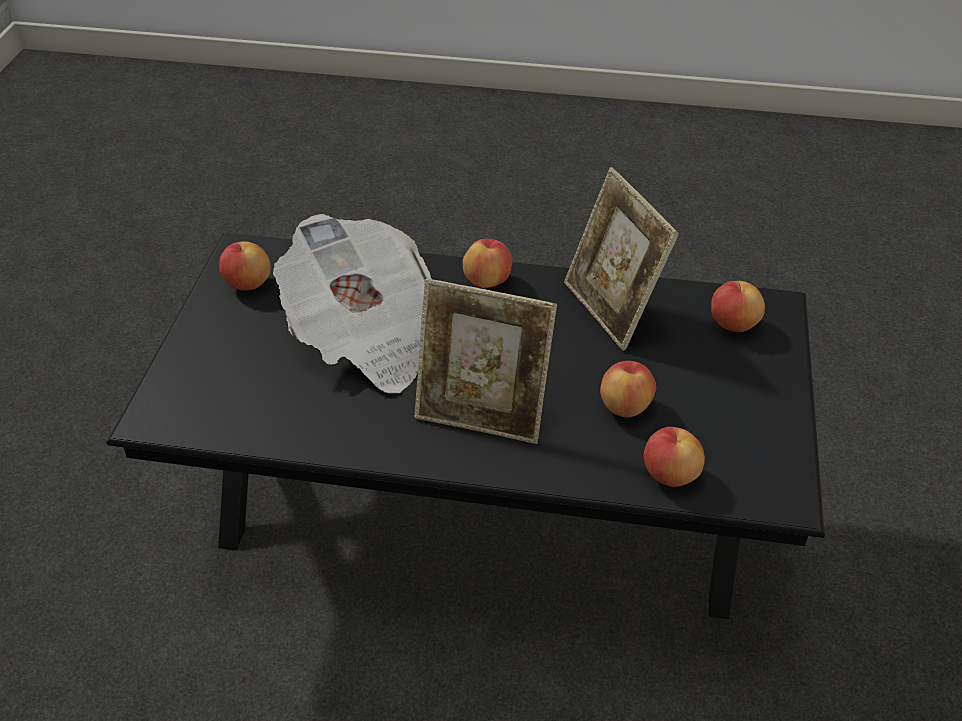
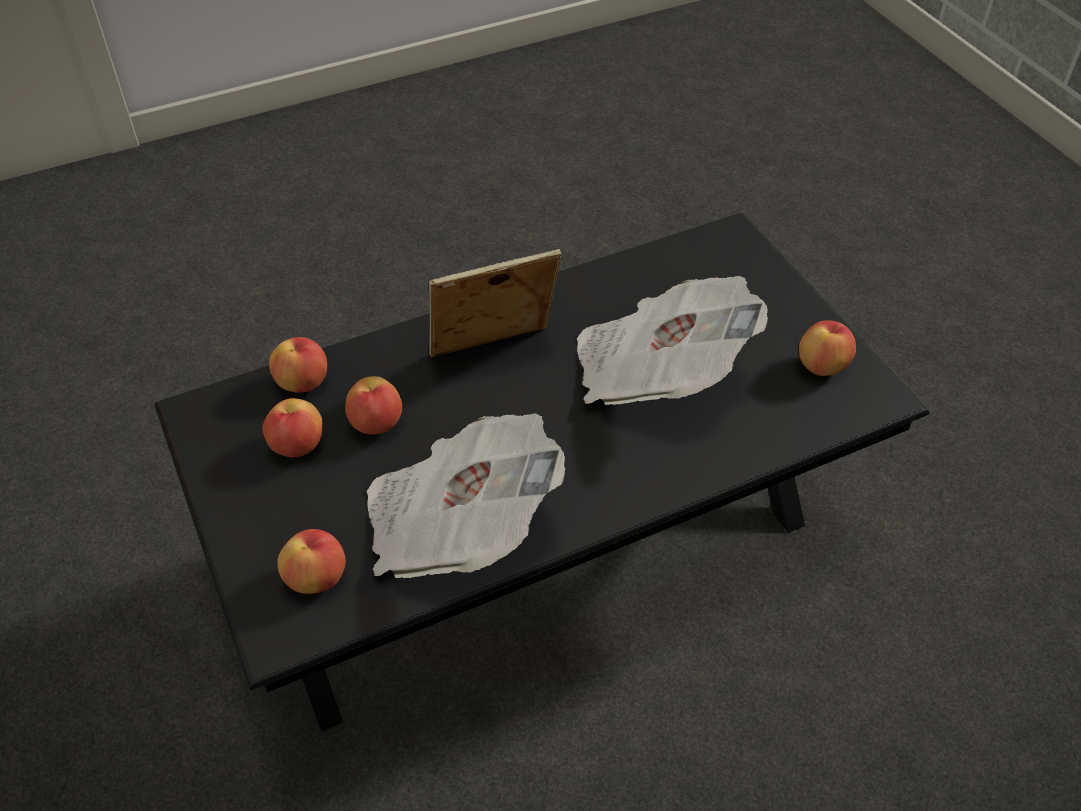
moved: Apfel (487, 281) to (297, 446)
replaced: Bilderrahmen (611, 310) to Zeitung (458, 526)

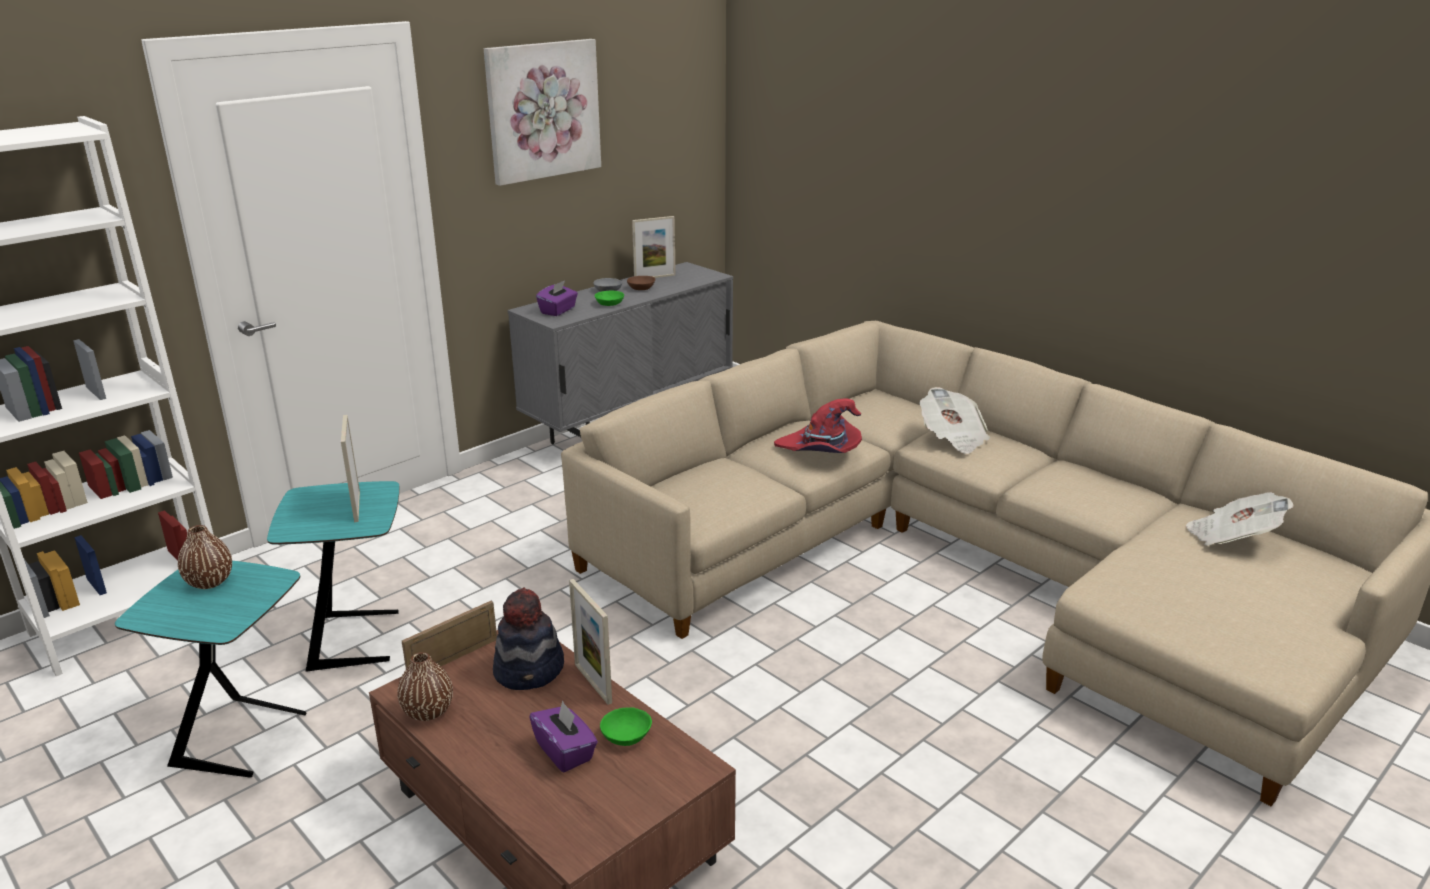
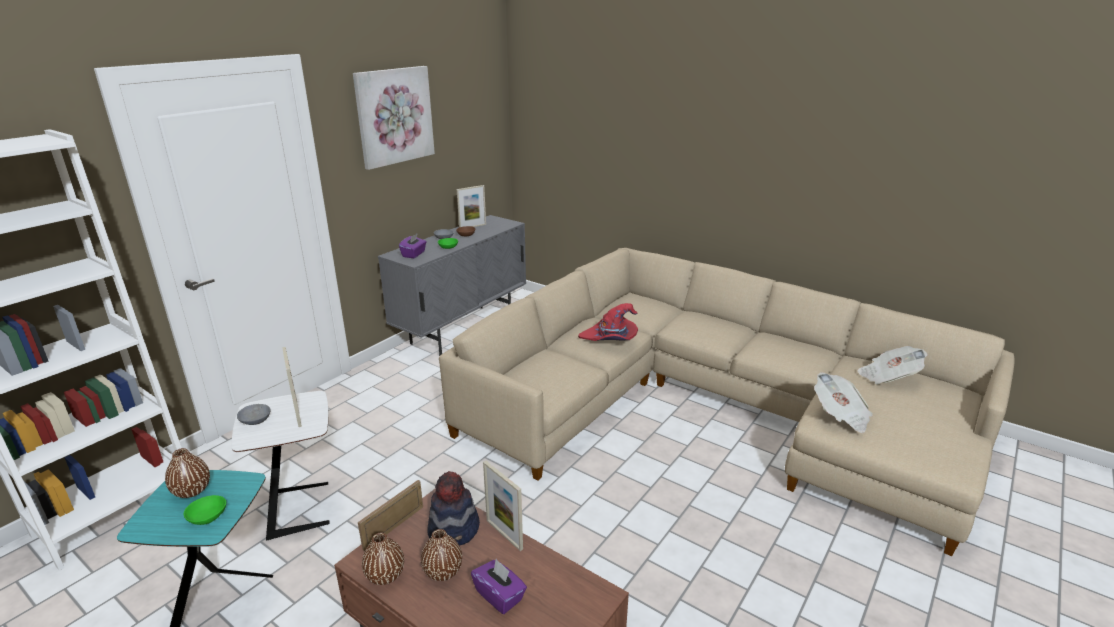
added: Schüssel [grau] (254, 421); Vase [braun] (443, 571)
moved: Zeitung (952, 438) to (840, 415); Schüssel [grün] (626, 735) to (208, 516)
recoloured: Beistelltisch [türkis] (358, 639) to Beistelltisch [weiß] (301, 508)

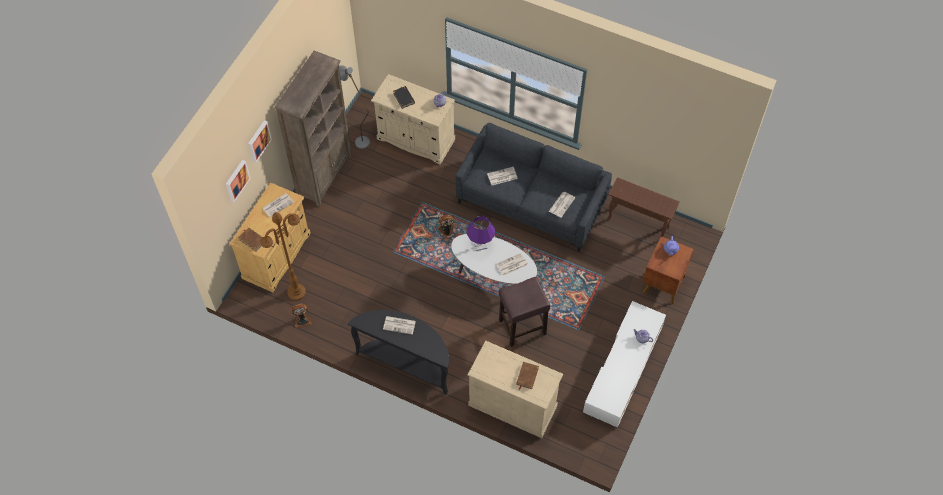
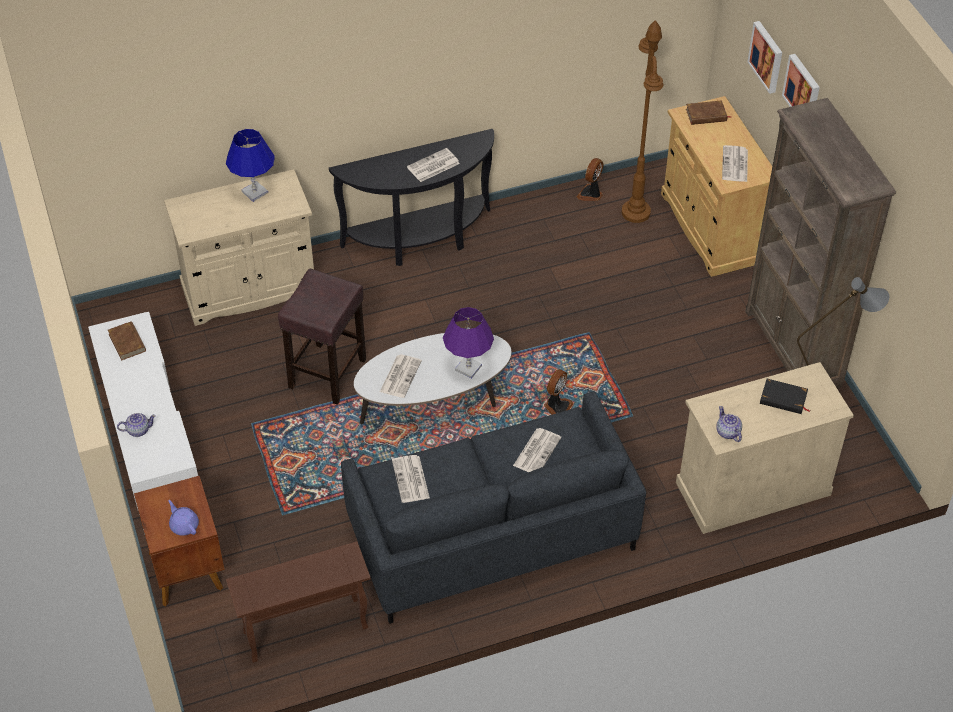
added: Tischlampe [blau] (254, 192)
moved: Buch [braun] (527, 376) to (127, 342)

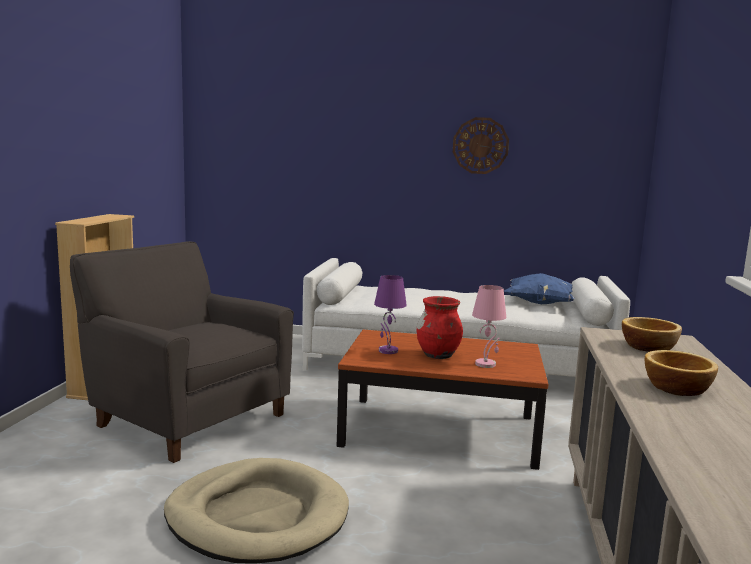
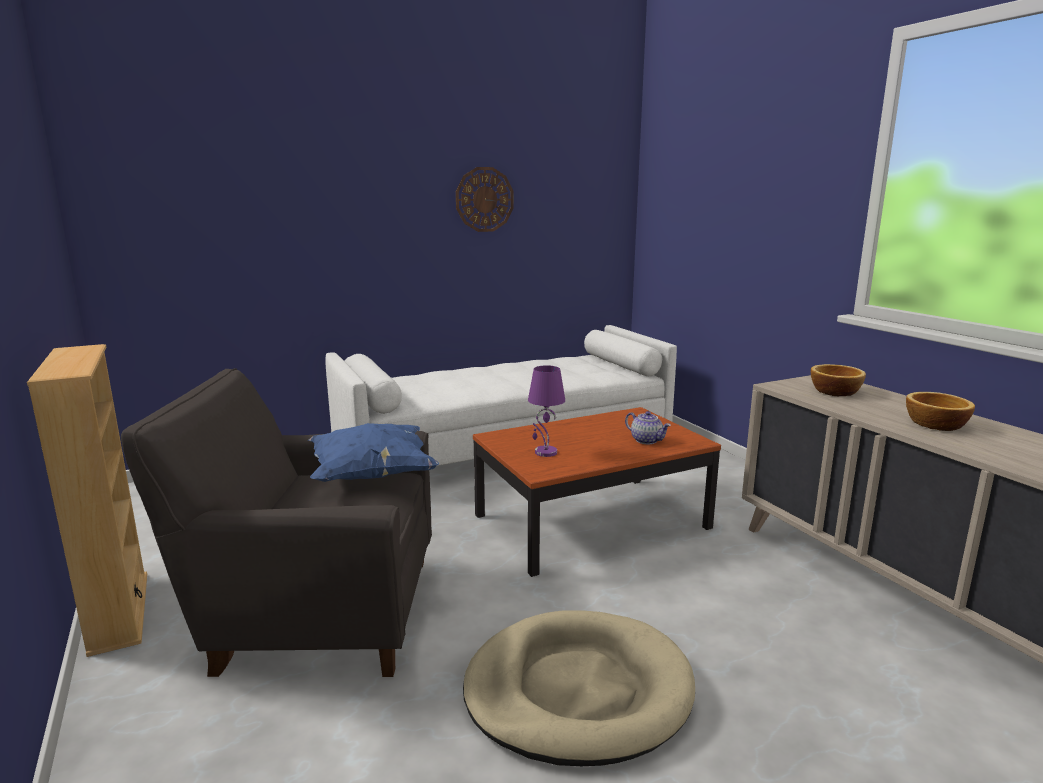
removed: Vase [rot] (438, 355)
moved: Kissen [blau] (539, 304) to (372, 476)
replaced: Tischlampe [rosa] (485, 364) to Teekanne (647, 440)

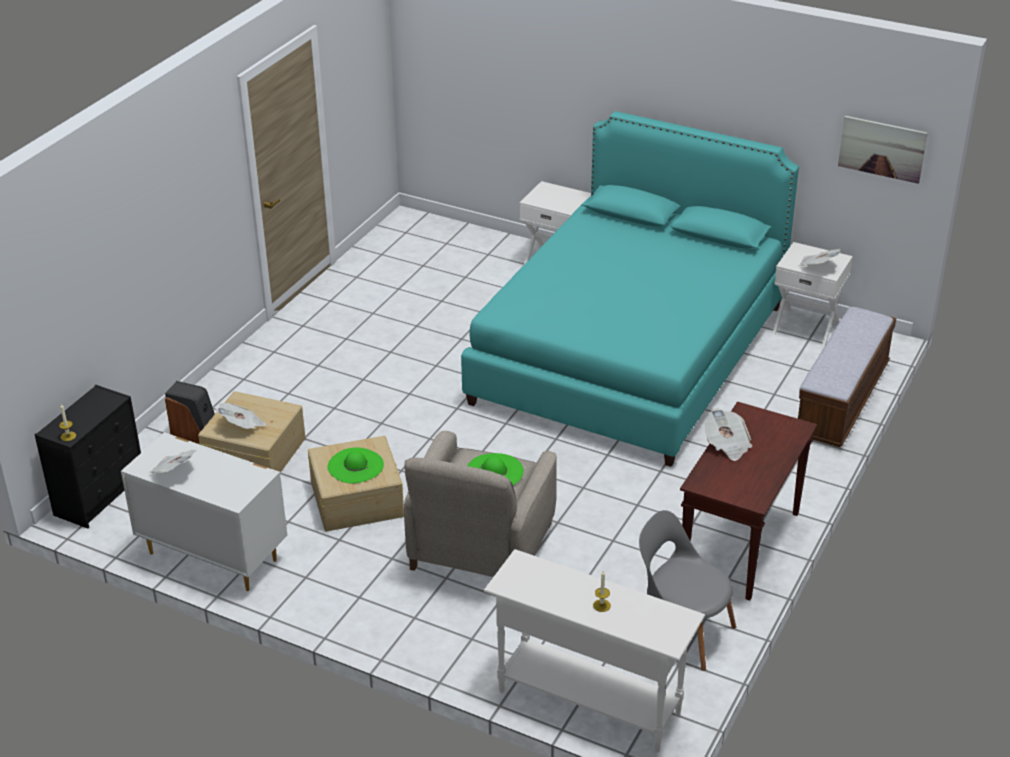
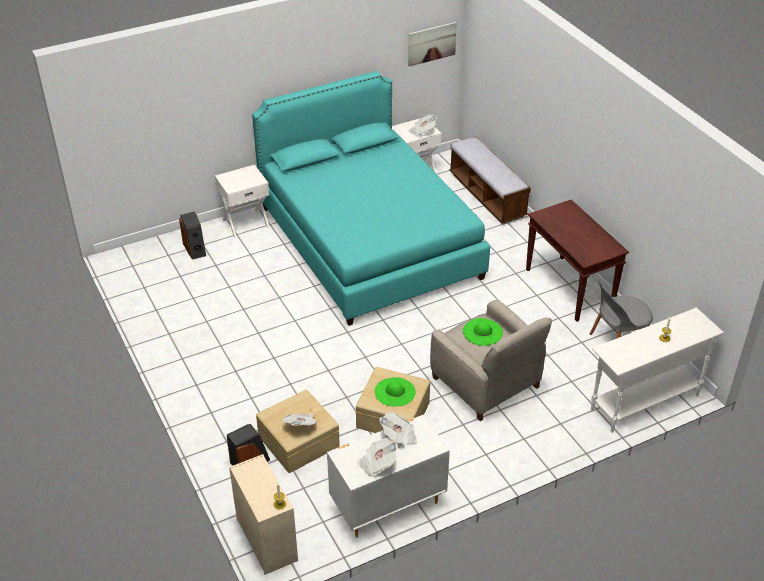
added: Lautsprecher (195, 249)
moved: Zeitung (727, 445) to (399, 436)
recoloured: Kommode [schwarz] (100, 494) to Kommode [beige] (266, 539)

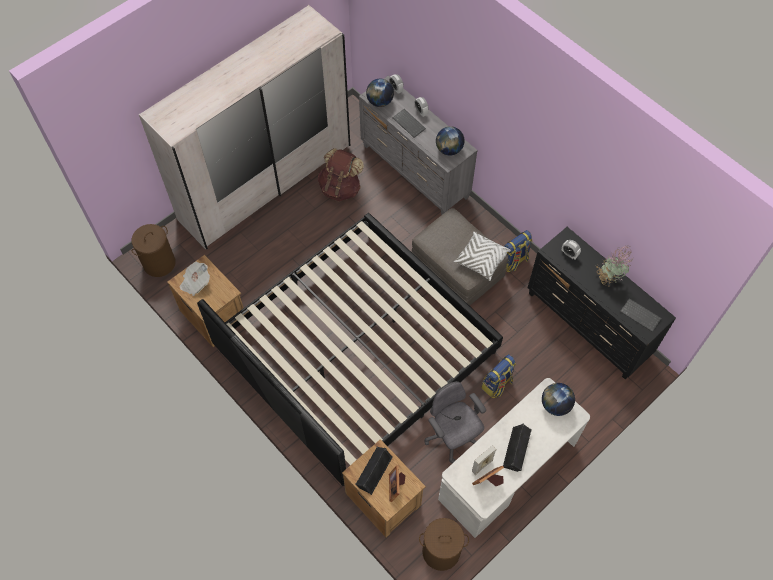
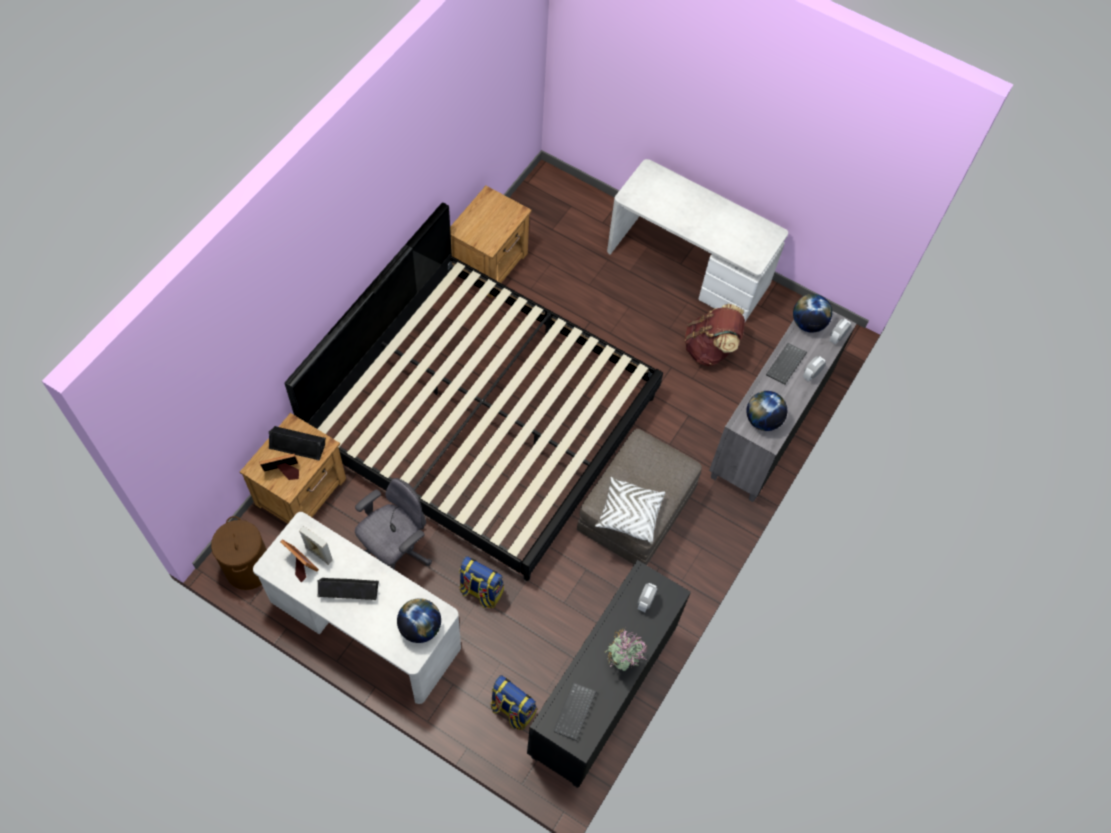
removed: Wäschekorb [braun] (159, 263); Zeitung (195, 283)
moved: Rucksack (513, 261) to (512, 709)
replaced: Kleiderschrank [weiß] (266, 182) to Schreibtisch [weiß] (688, 267)

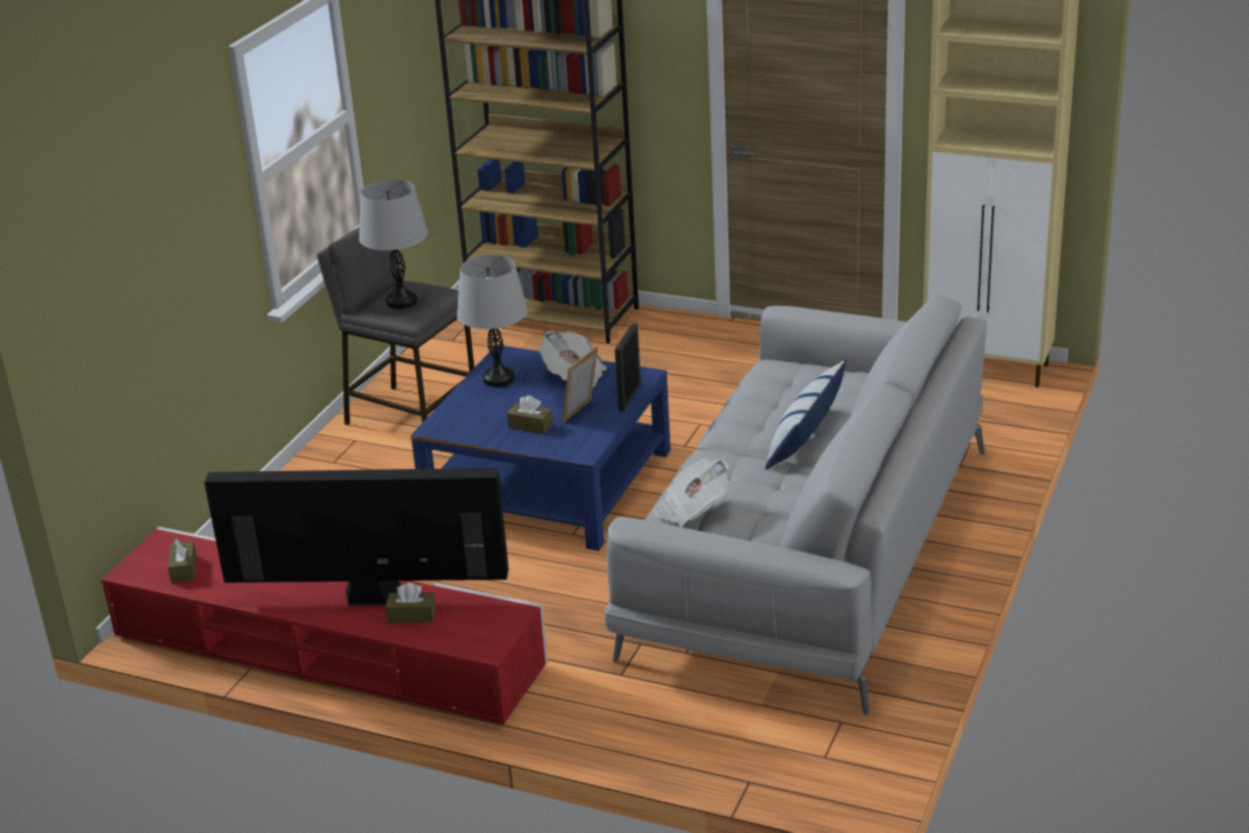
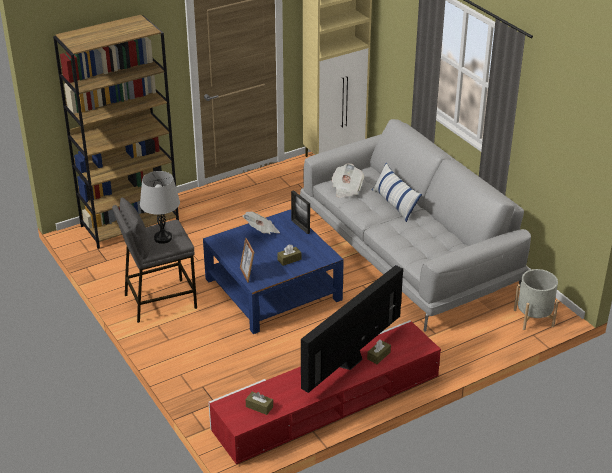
removed: Tischlampe [grau] (498, 379)
added: Pflanzkübel [grau] (533, 318)
moved: Bilderrahmen (581, 413) to (247, 274); Zeitung (691, 509) to (346, 189)

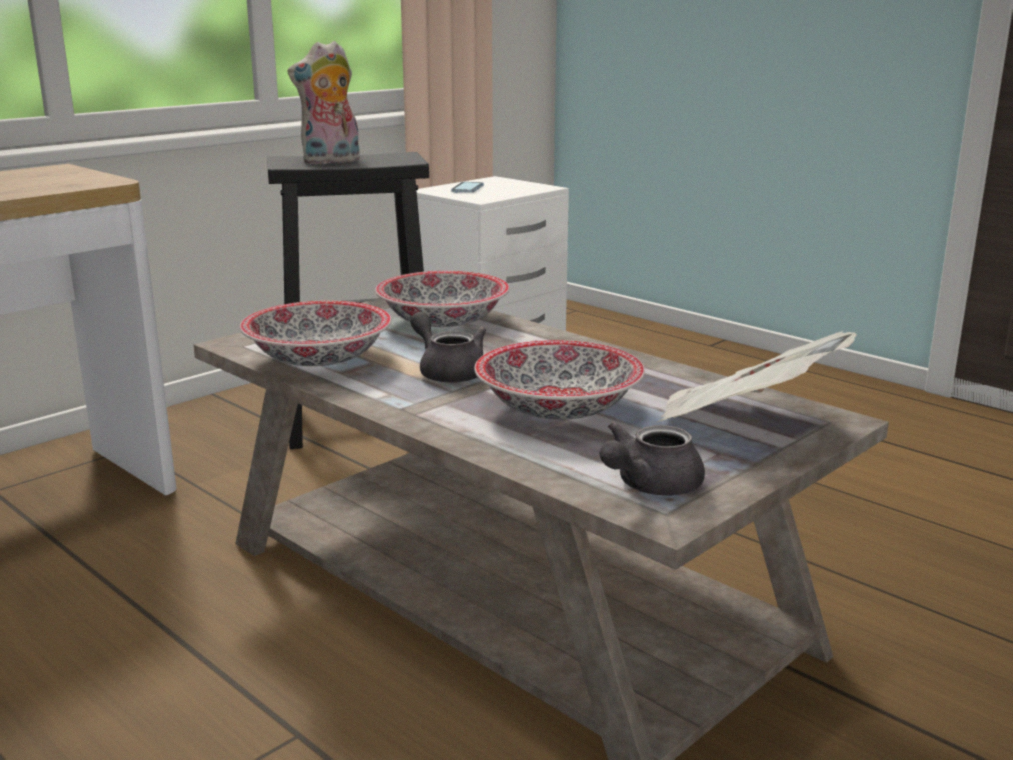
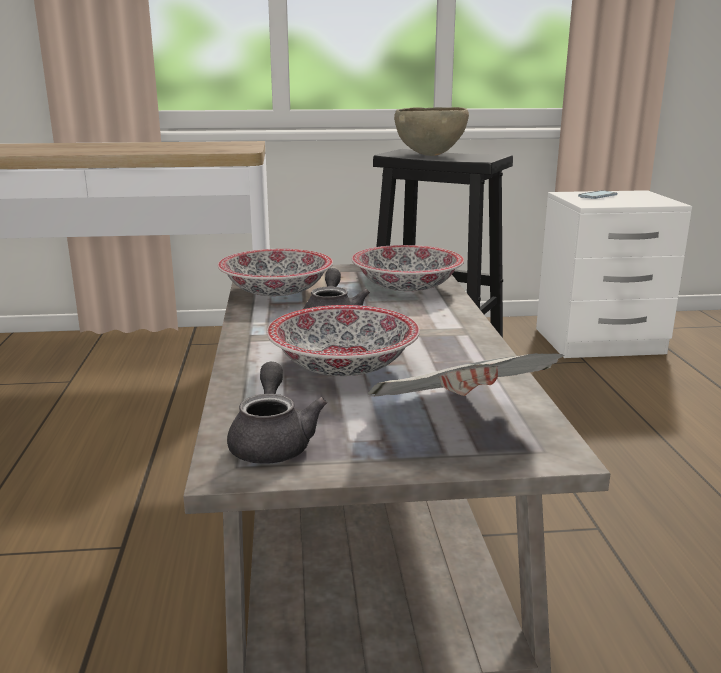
replaced: Plüschtier (331, 162) to Schüssel [braun] (430, 155)
turned: Teekanne [grau] (649, 486) = (272, 442) 90 degrees clockwise

